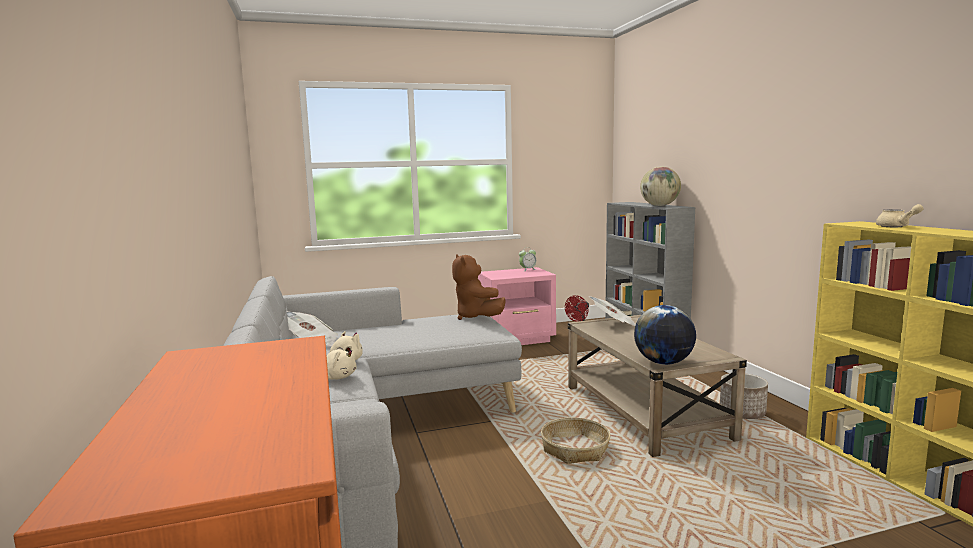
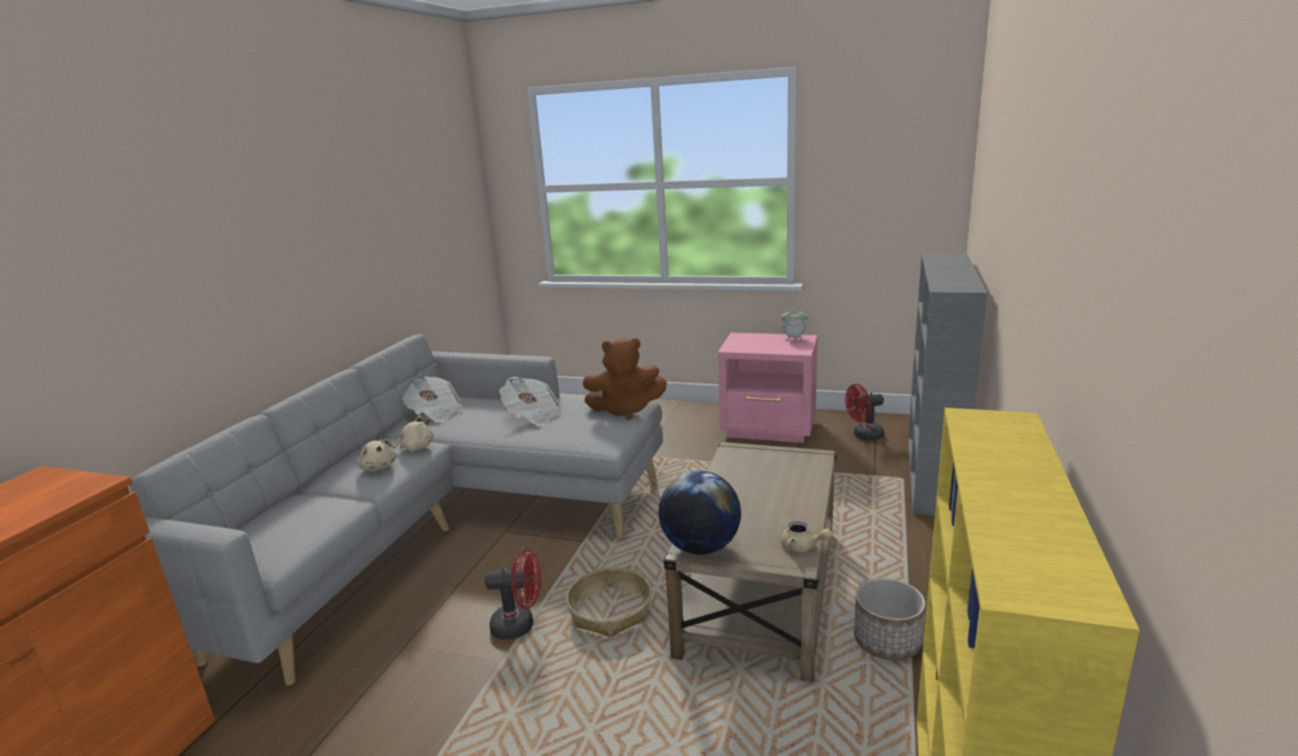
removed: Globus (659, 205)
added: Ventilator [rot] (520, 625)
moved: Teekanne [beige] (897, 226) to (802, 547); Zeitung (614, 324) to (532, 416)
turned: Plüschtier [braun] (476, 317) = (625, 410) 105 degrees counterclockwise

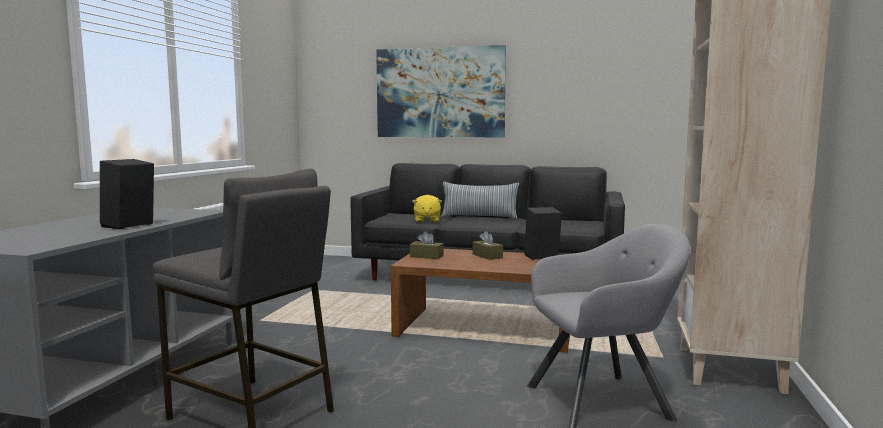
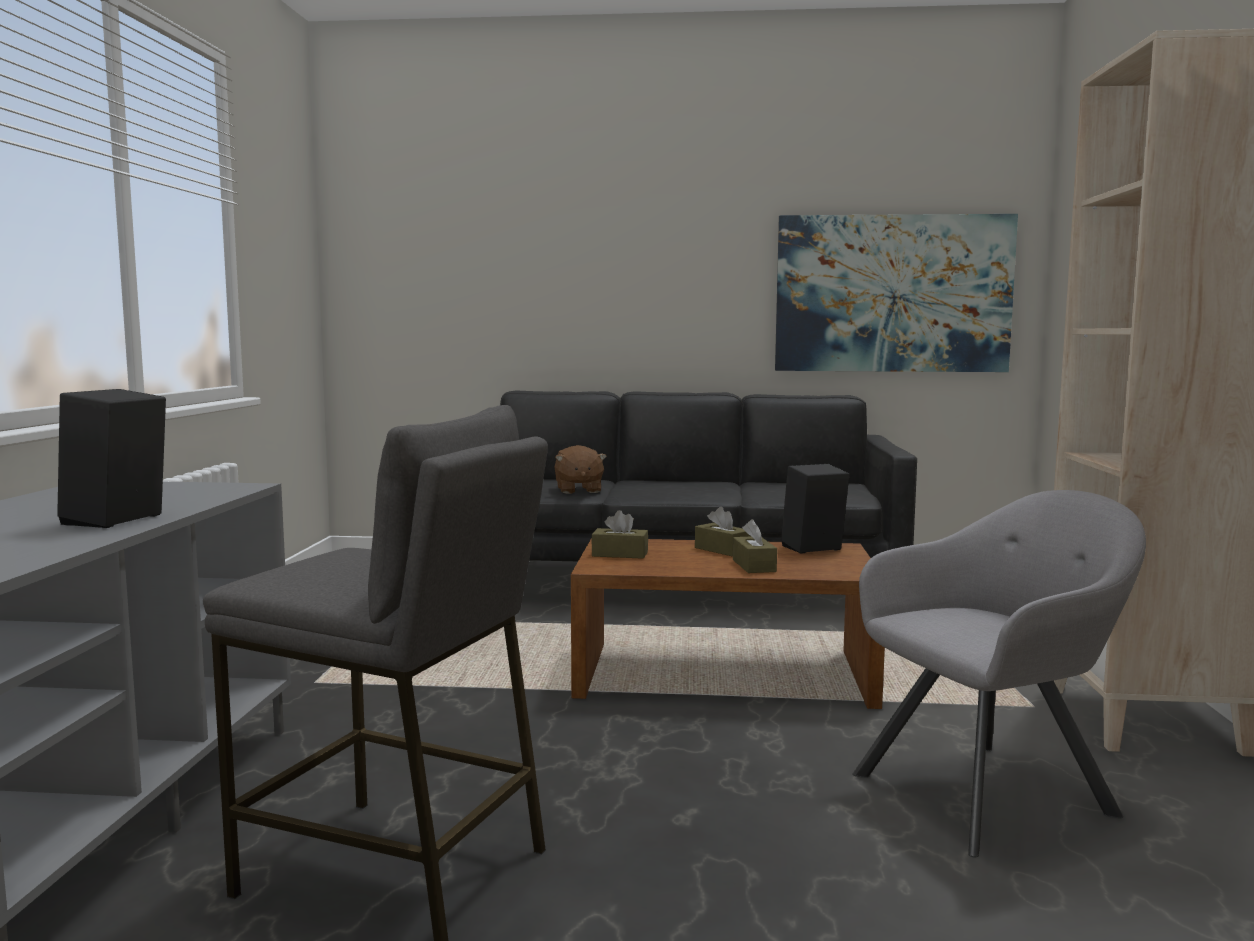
removed: Kissen (479, 217)
added: Taschentuchbox [braun] (754, 566)
moved: Bild (440, 92) to (892, 294)
recoloured: Plüschtier [gelb] (426, 220) to Plüschtier [braun] (578, 490)

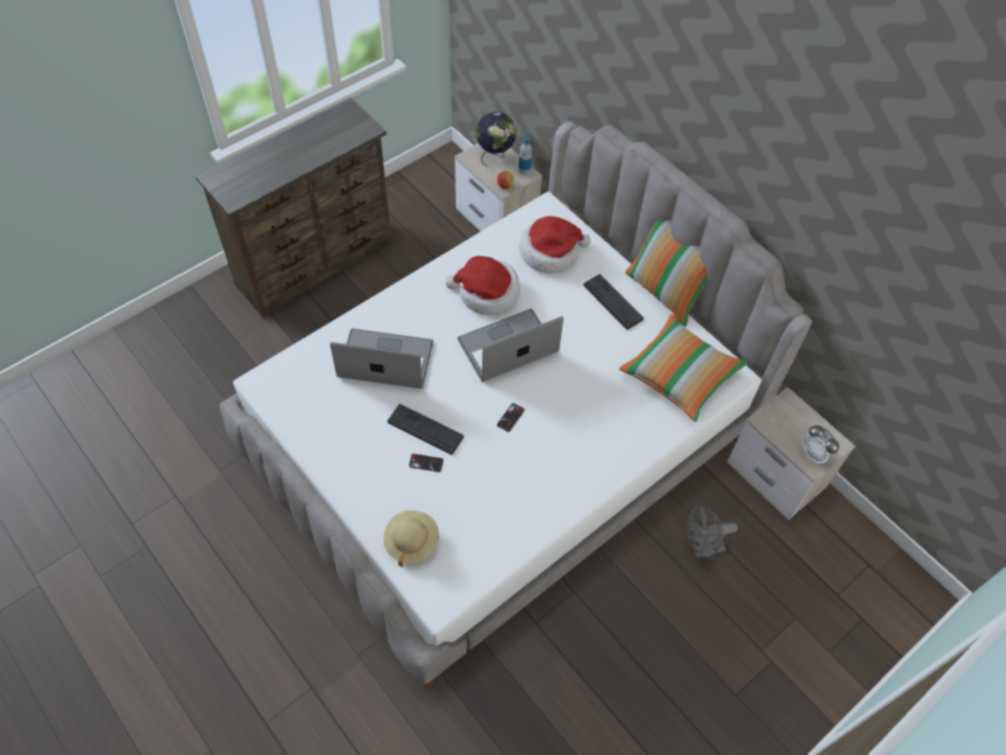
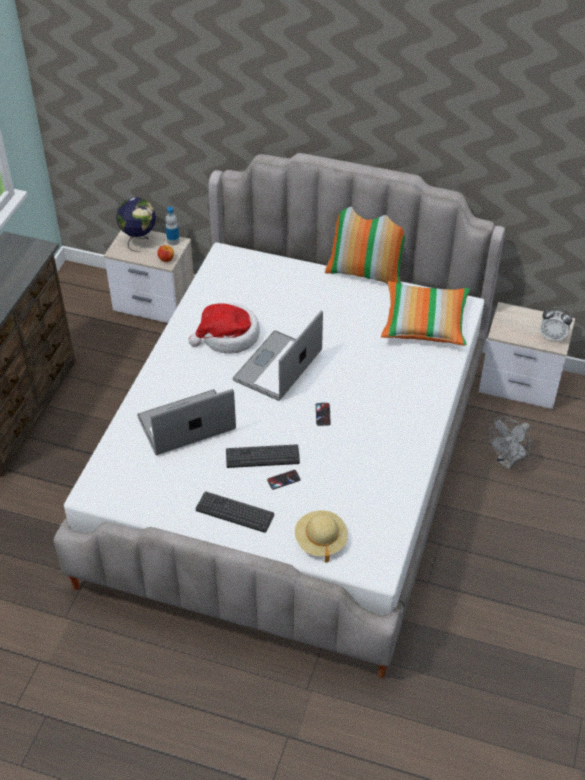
removed: Hut (551, 252)
moved: Tastatur (613, 302) to (234, 512)

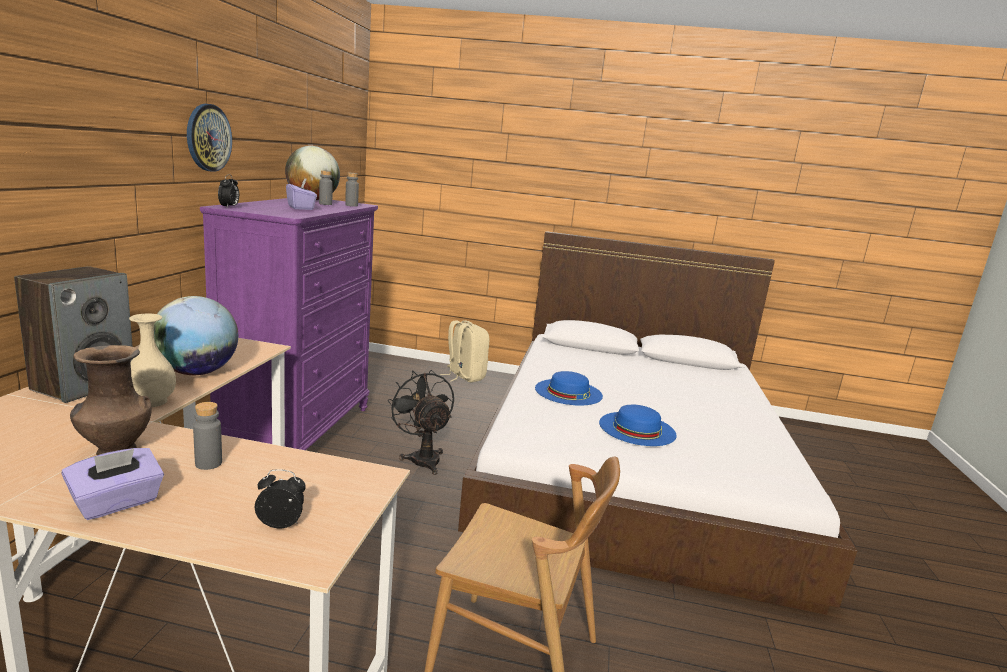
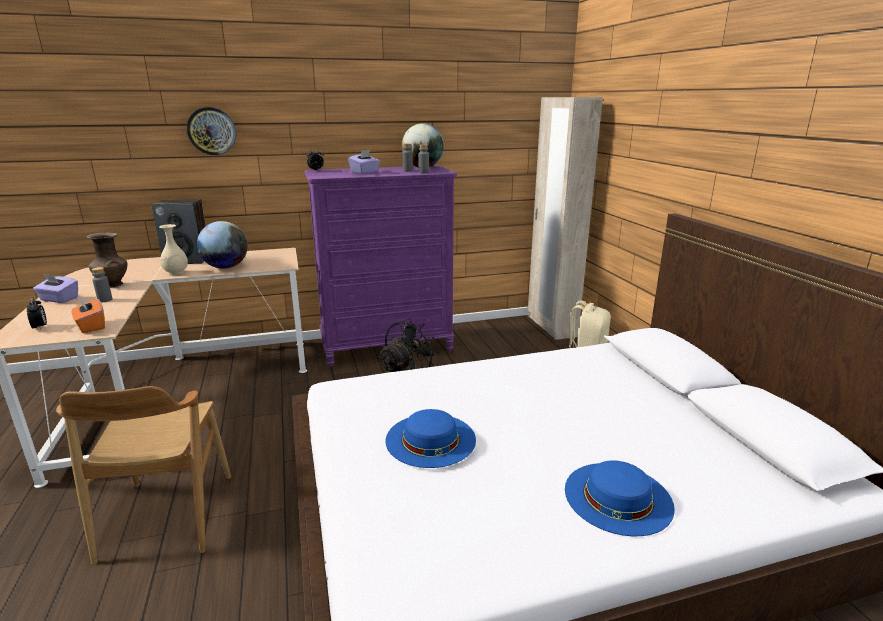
added: Kleiderschrank [beige] (551, 326); Taschentuchbox [orange] (91, 326)
moved: Wanduhr (208, 137) to (212, 131); Hut [blau] (568, 392) to (618, 497)

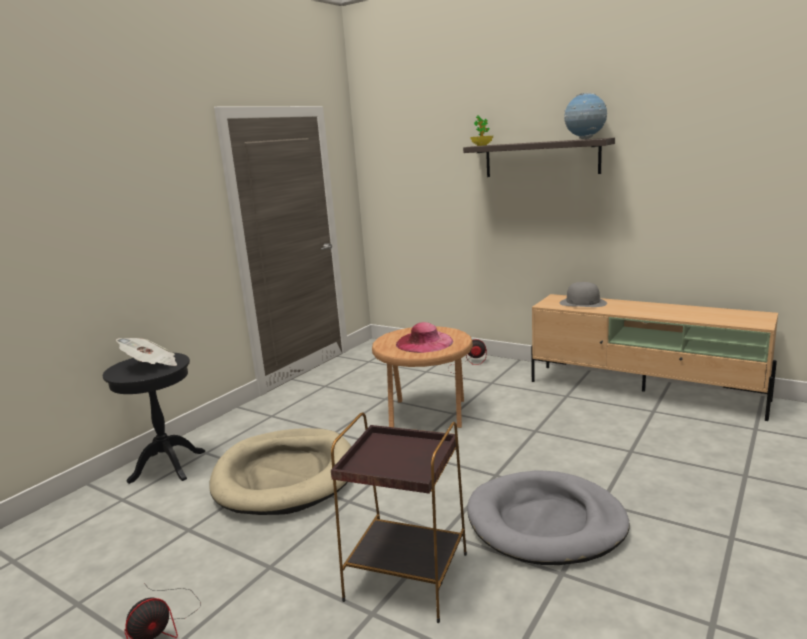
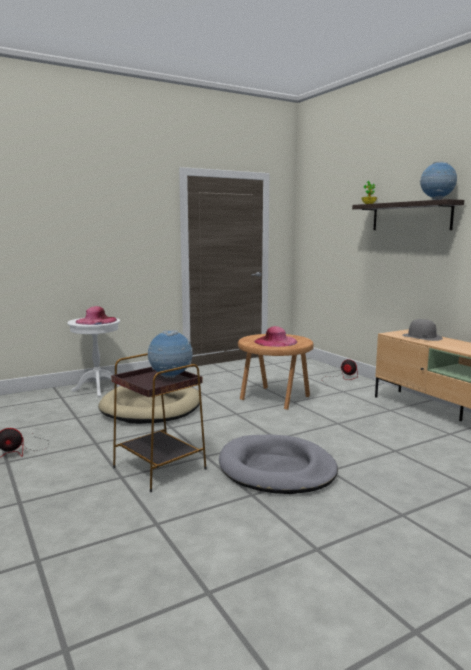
added: Globus (170, 377)
replaced: Zeitung (151, 365) to Hut [rosa] (96, 321)
recoloured: Beistelltisch [schwarz] (167, 466) to Beistelltisch [weiß] (98, 389)

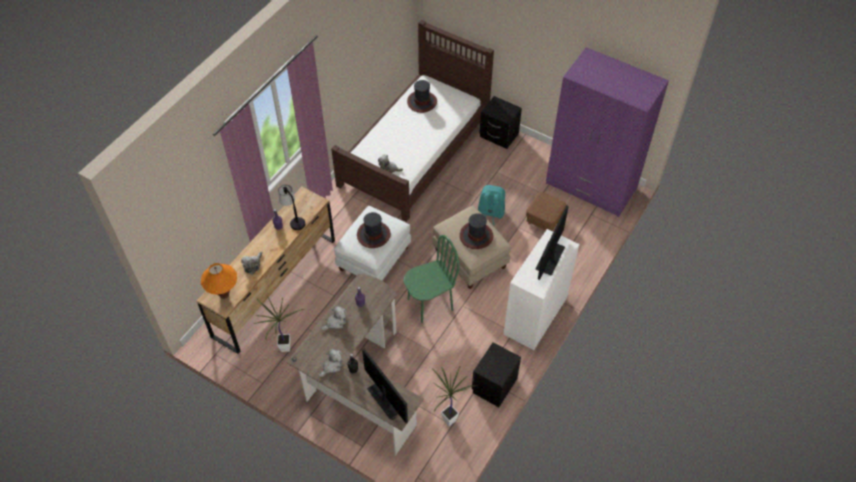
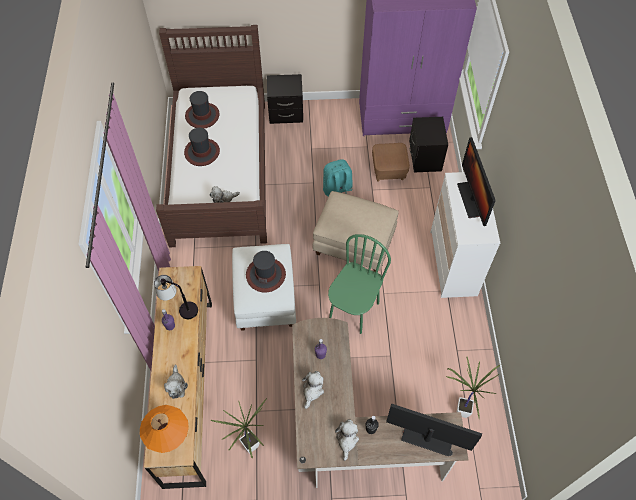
moved: Hut (476, 236) to (202, 152); Nachttisch [schwarz] (493, 385) to (424, 158)

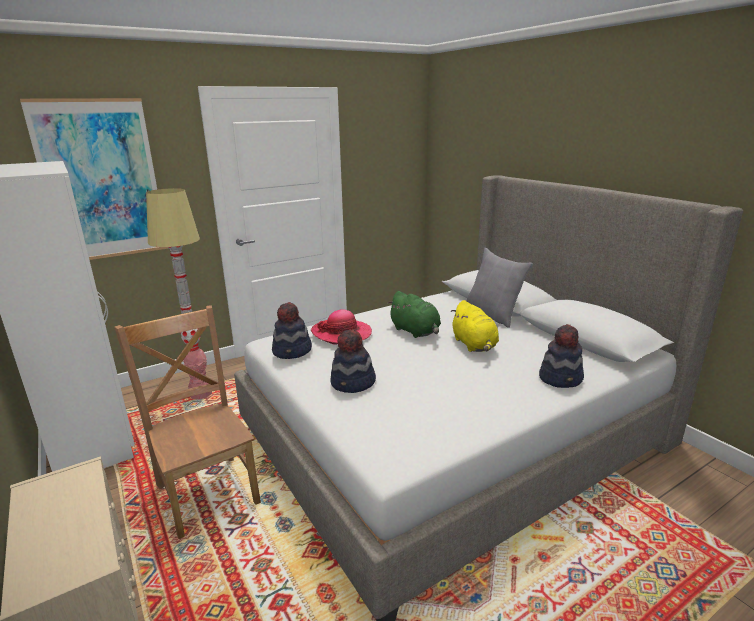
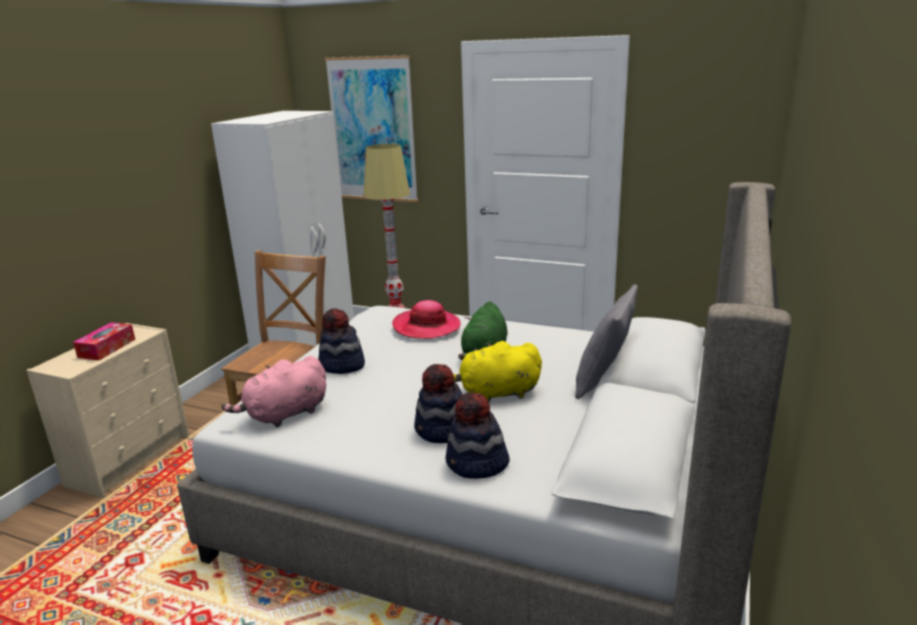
added: Taschentuchbox (107, 348); Plüschtier [rosa] (284, 415)
moved: Hut (292, 351) to (443, 431)
turned: Plüschtier [gelb] (474, 345) = (496, 393) 45 degrees clockwise

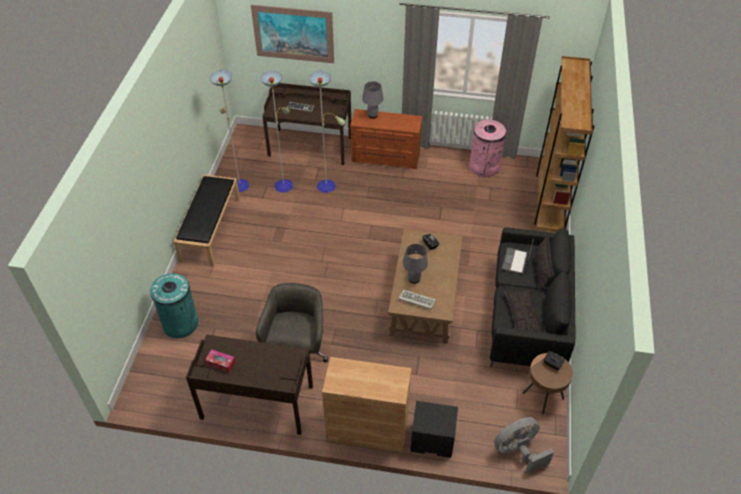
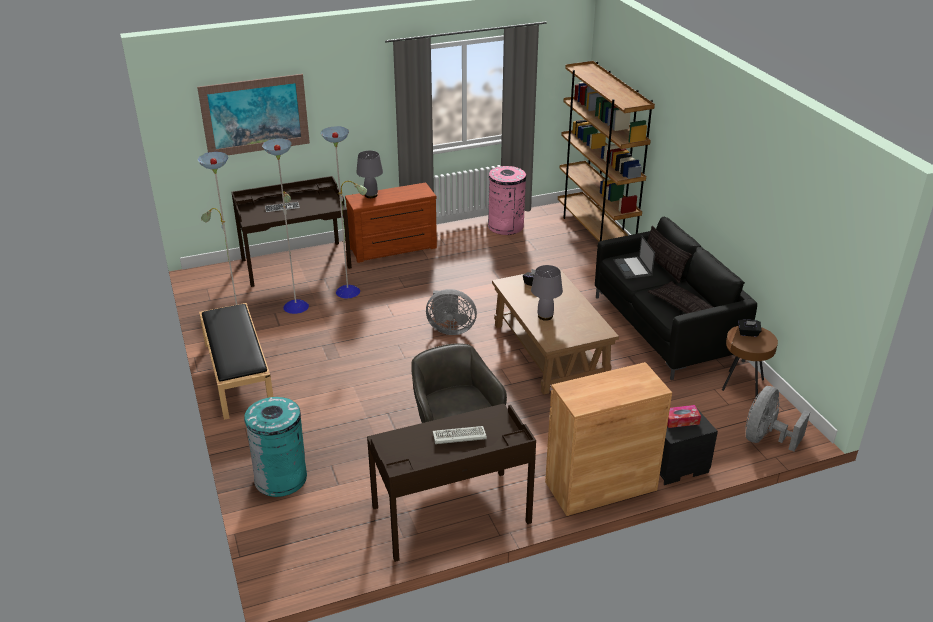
added: Ventilator [grau] (450, 329)
moved: Tastatur (416, 300) to (458, 437); Taschentuchbox (221, 363) to (681, 420)

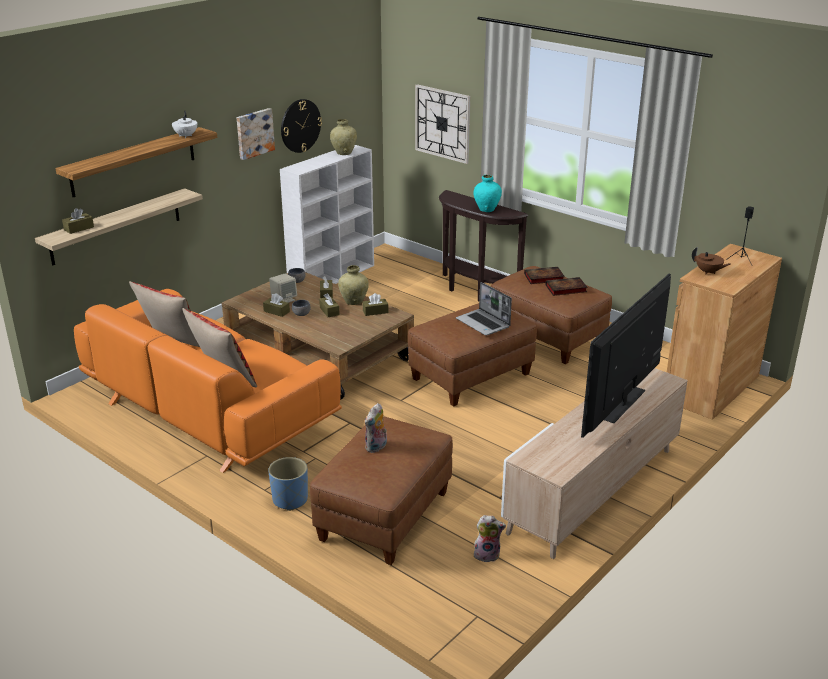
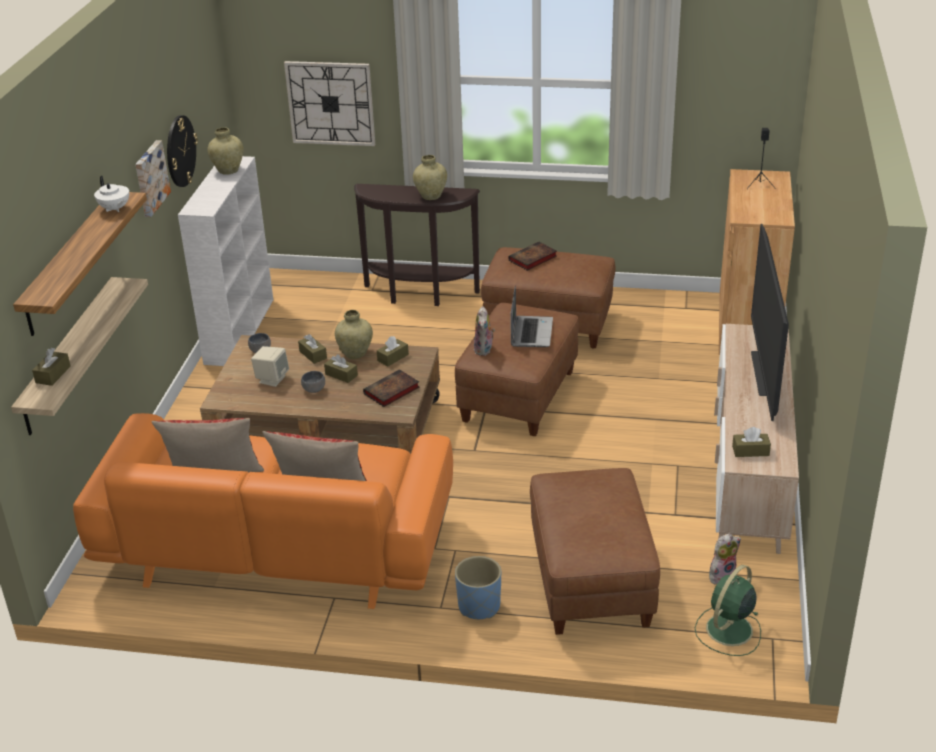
removed: Teekanne [braun] (708, 272)
added: Ventilator [grün] (728, 631)
moved: Buch (565, 289) to (391, 392); Taschentuchbox [braun] (276, 311) to (750, 451); Plüschtier (376, 447) to (484, 350)
recoloured: Vase [türkis] (487, 209) to Vase [beige] (431, 196)
turned: Laptop (483, 323) = (531, 332) 105 degrees counterclockwise

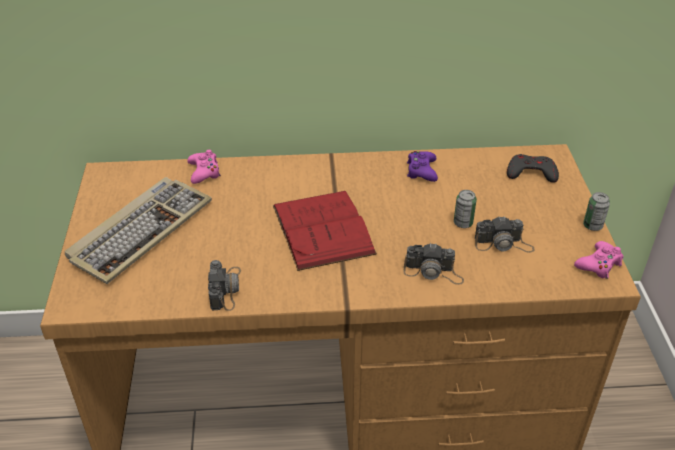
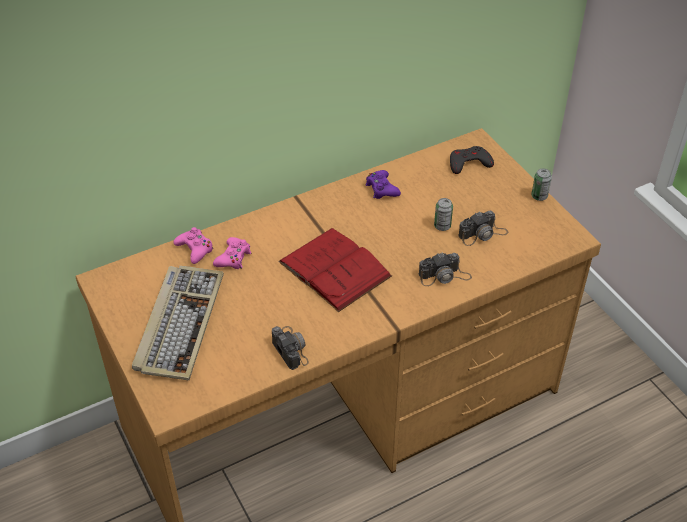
moved: Gamepad [rosa] (599, 265) to (233, 258)

